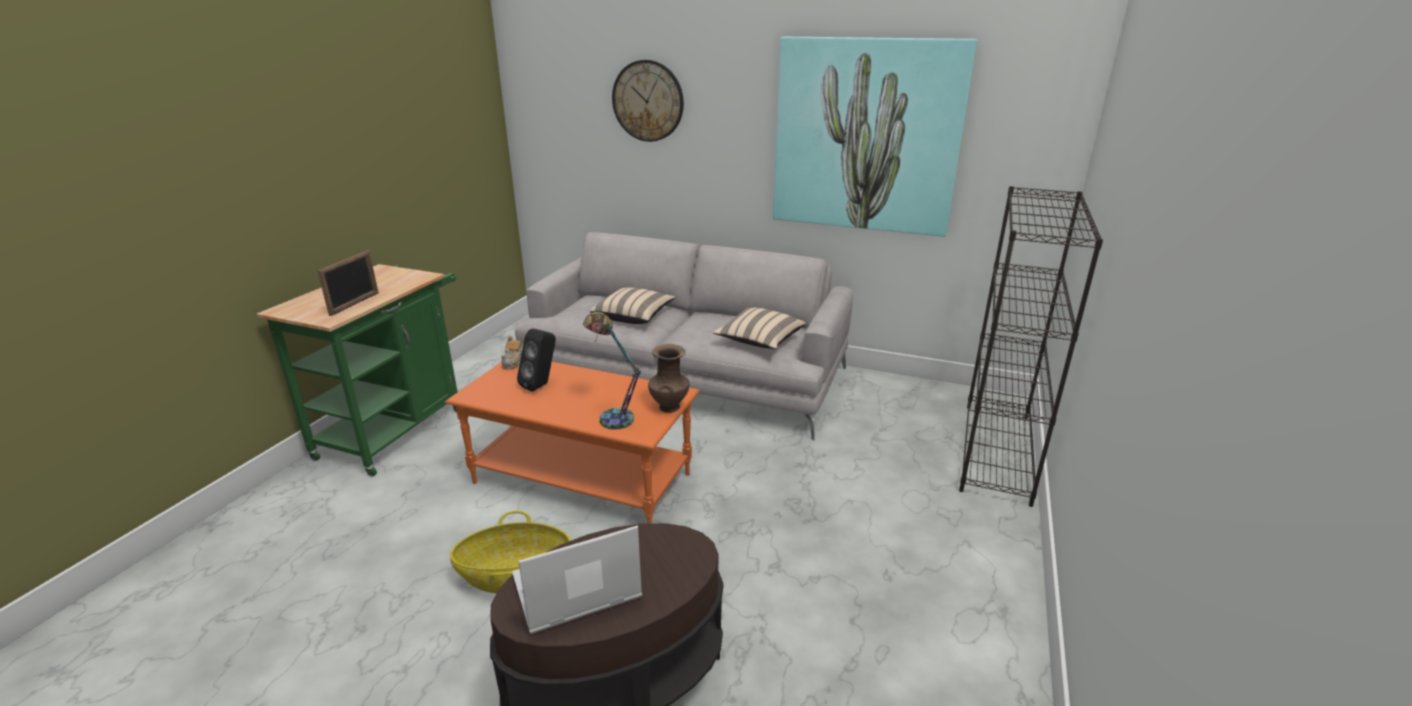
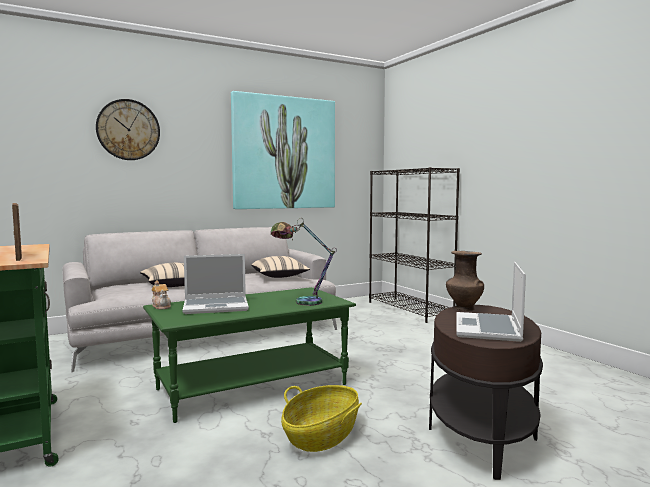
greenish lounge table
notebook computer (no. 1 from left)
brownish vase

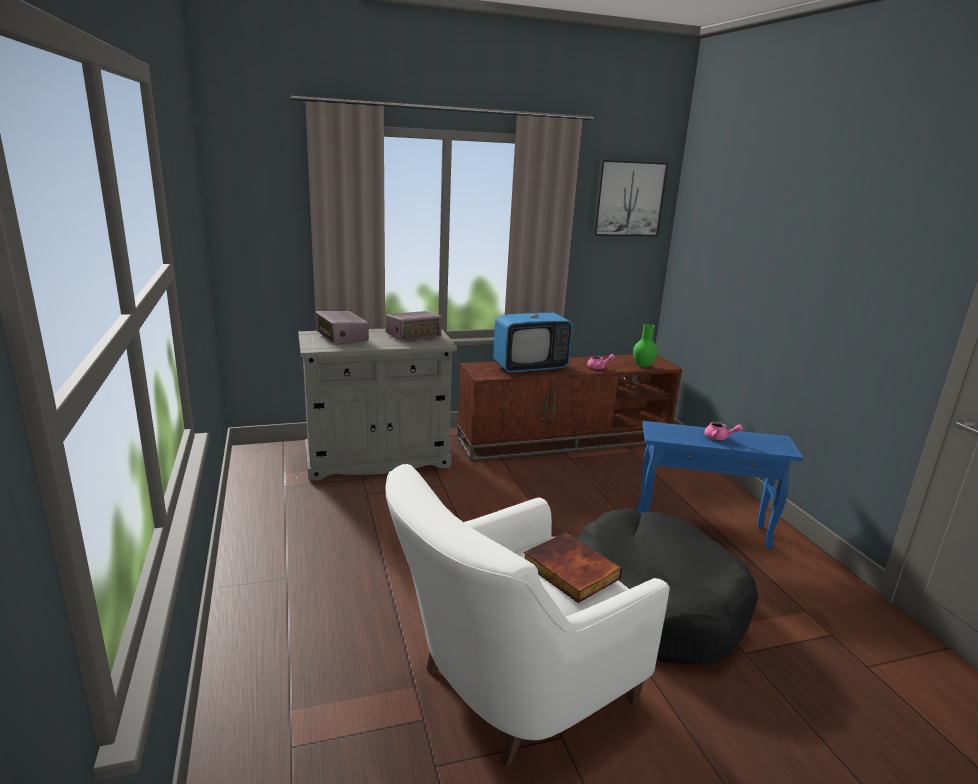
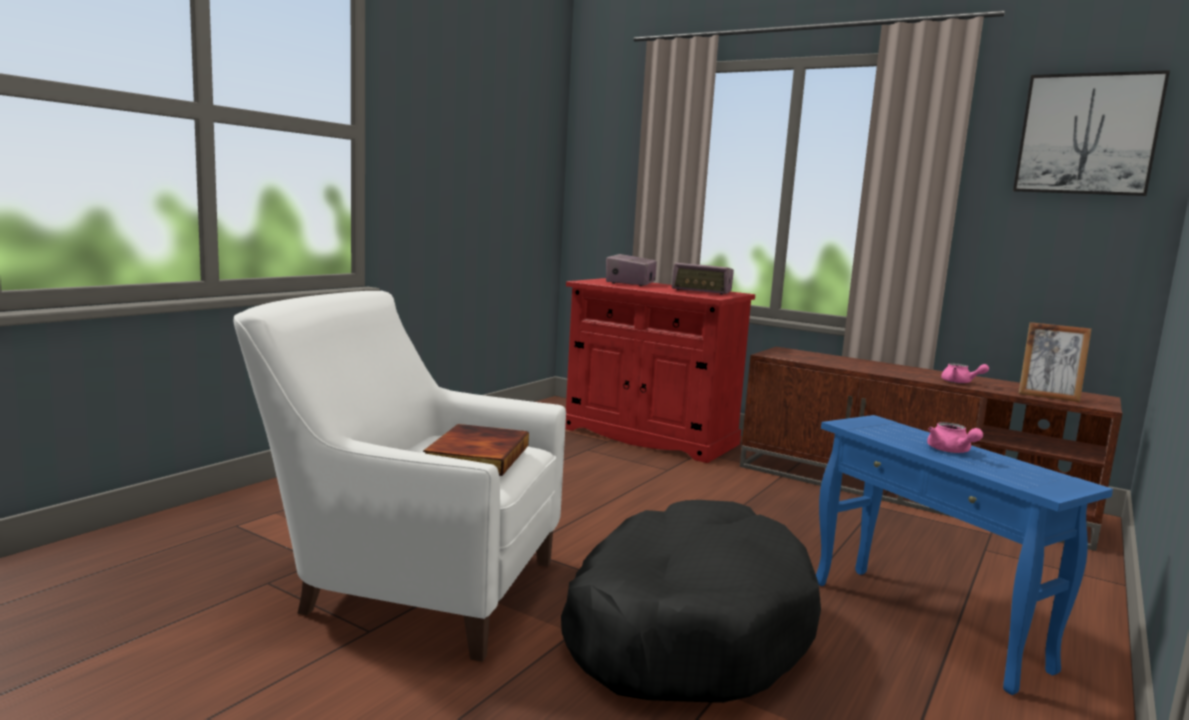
reddish cabinet
TV set
standing frame

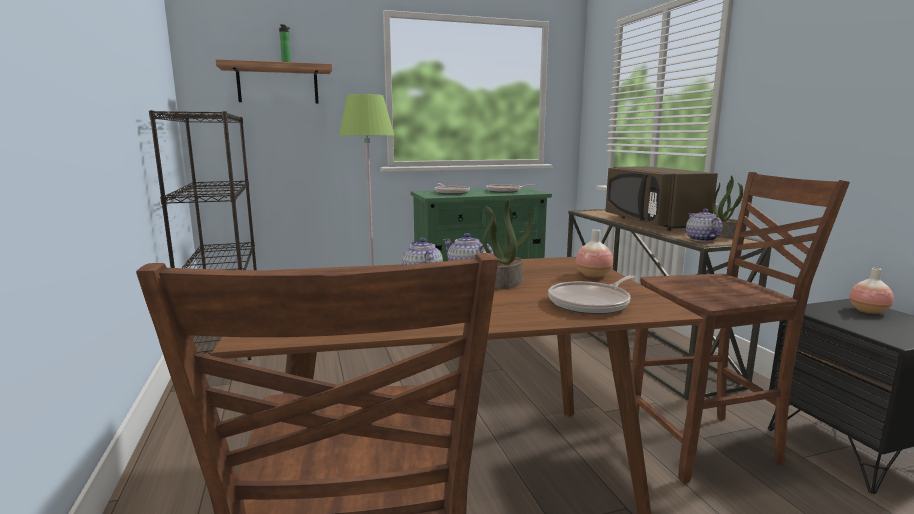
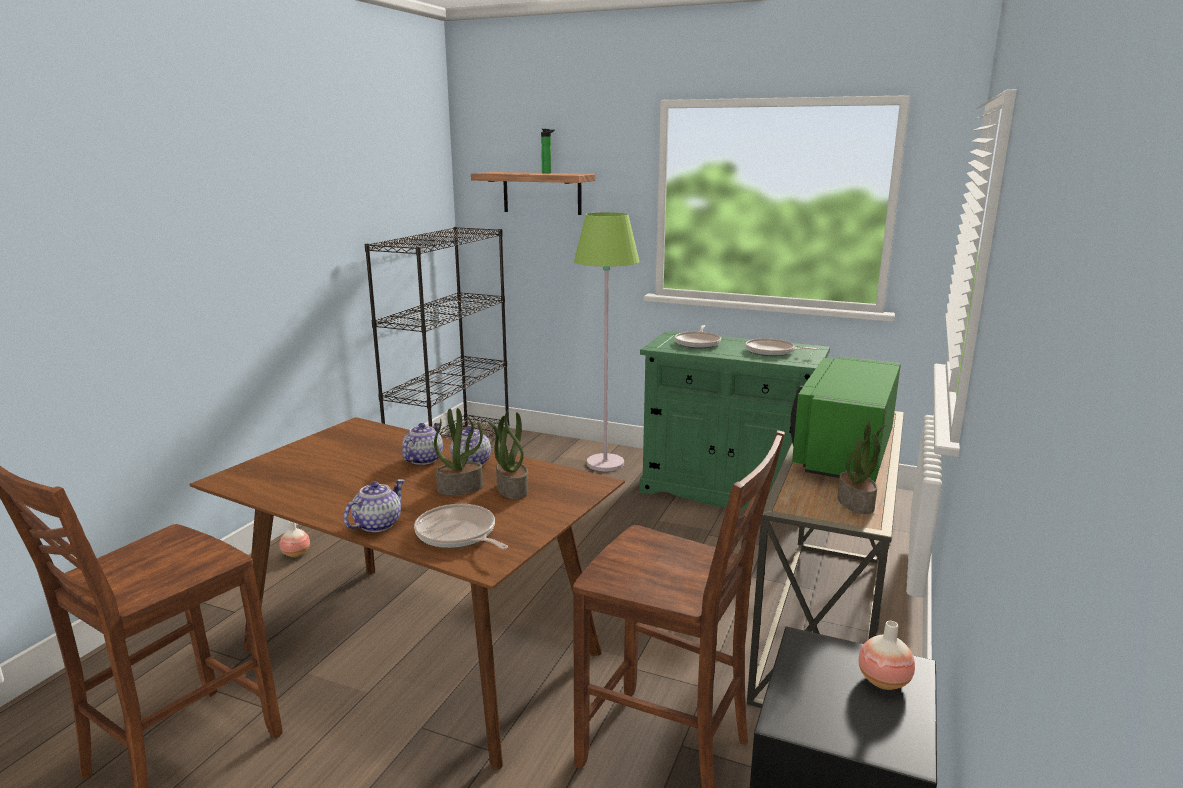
frying pan (no. 1 from left)
vase (no. 1 from left)
greenish microwave
tea pot (no. 1 from left)
plant in a pot (no. 2 from left)

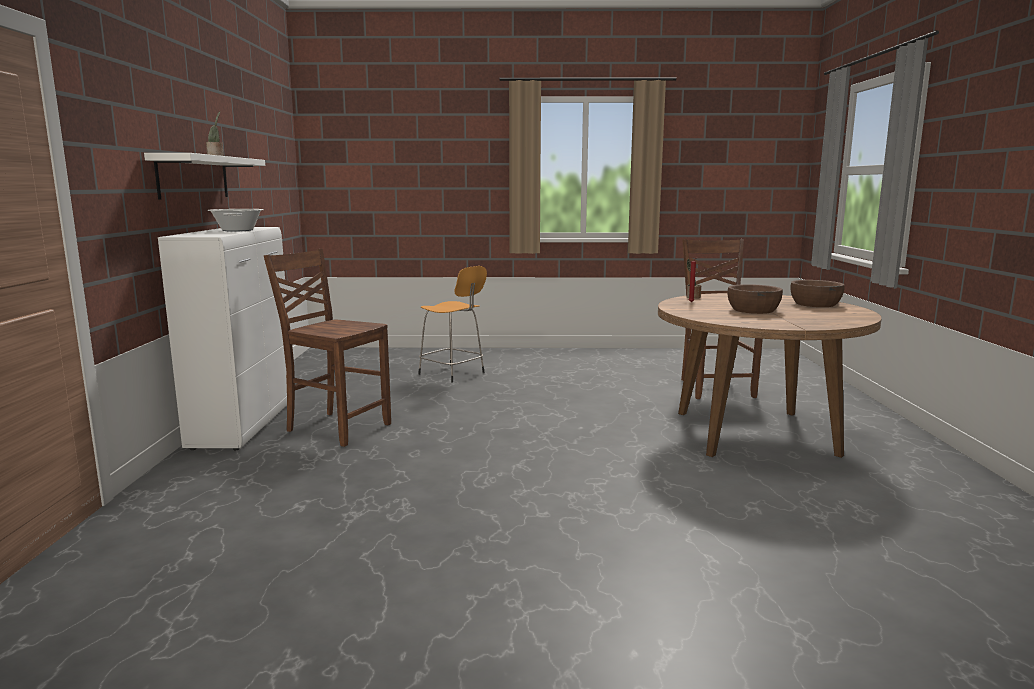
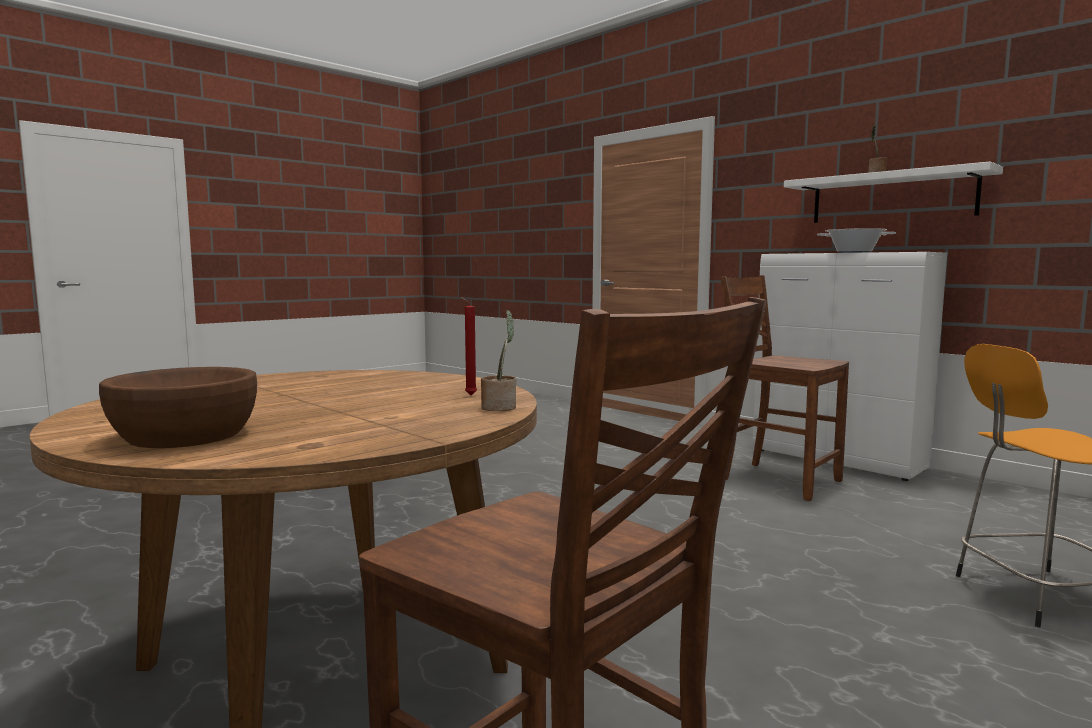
brownish upright chair (no. 2 from left)
brownish bowl (no. 1 from left in the first image)

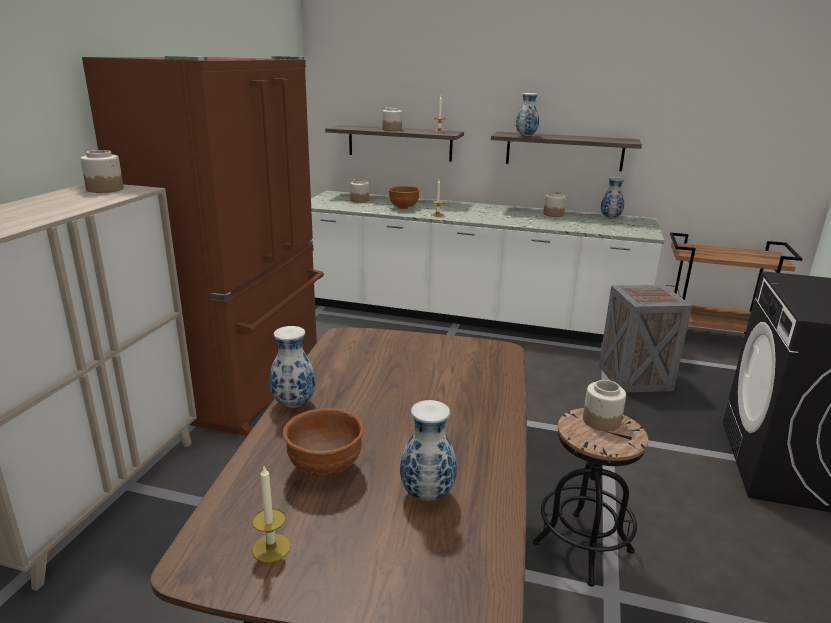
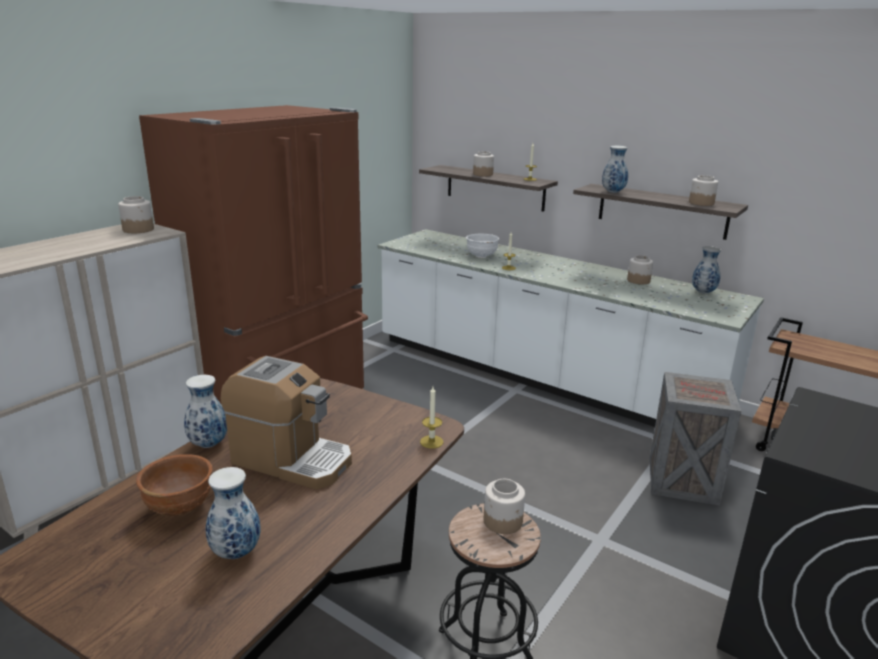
wax light (no. 1 from left)
jar (no. 5 from left)
whitish bowl
coffee brewer

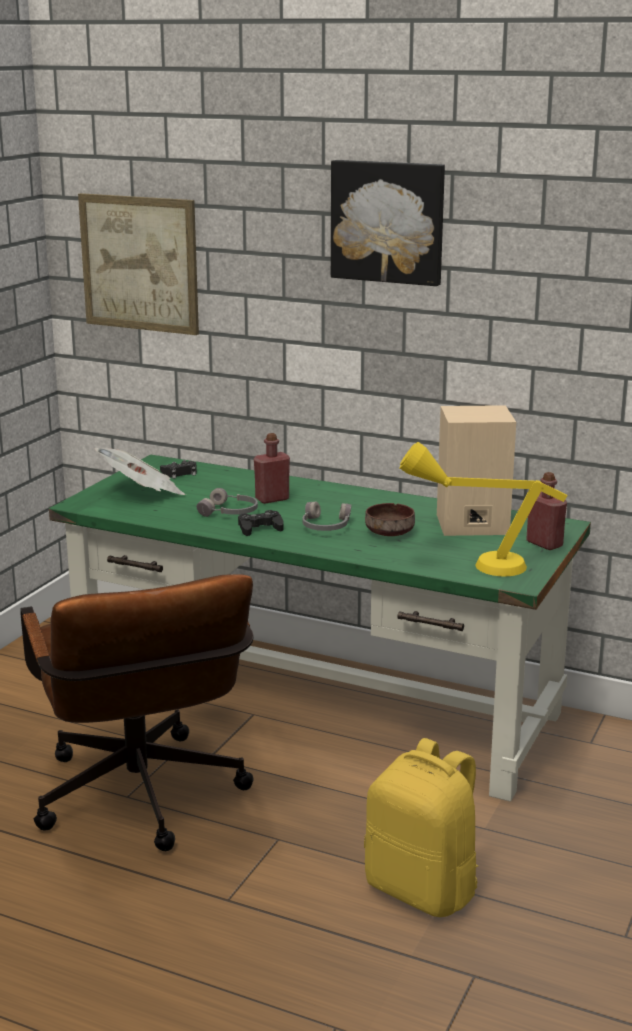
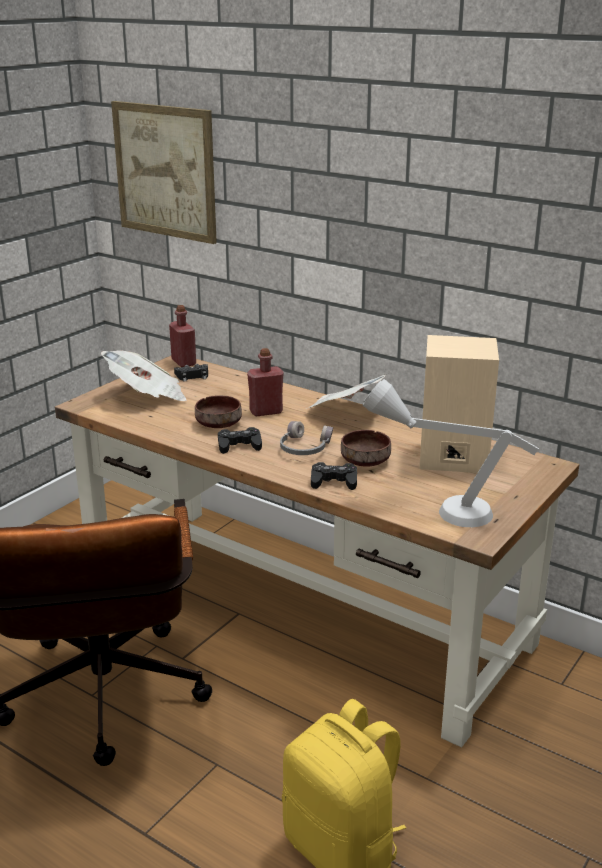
brownish desk table
brownish bowl (no. 1 from left)
picture (no. 2 from left in the first image)
greyish lamp for a table
reddish bottle (no. 1 from left)
newspaper (no. 2 from left)
blackish game controller (no. 3 from left)

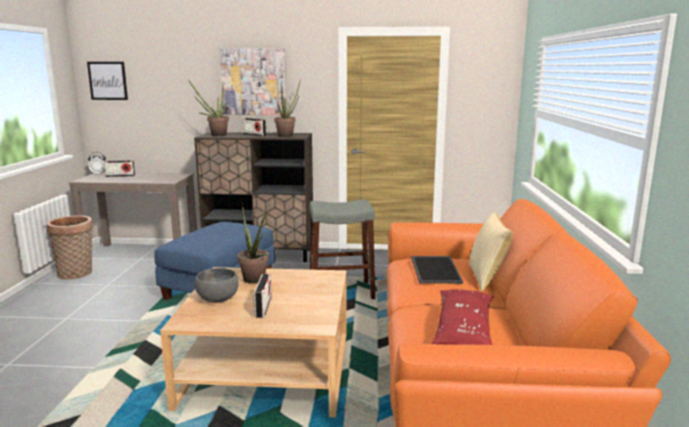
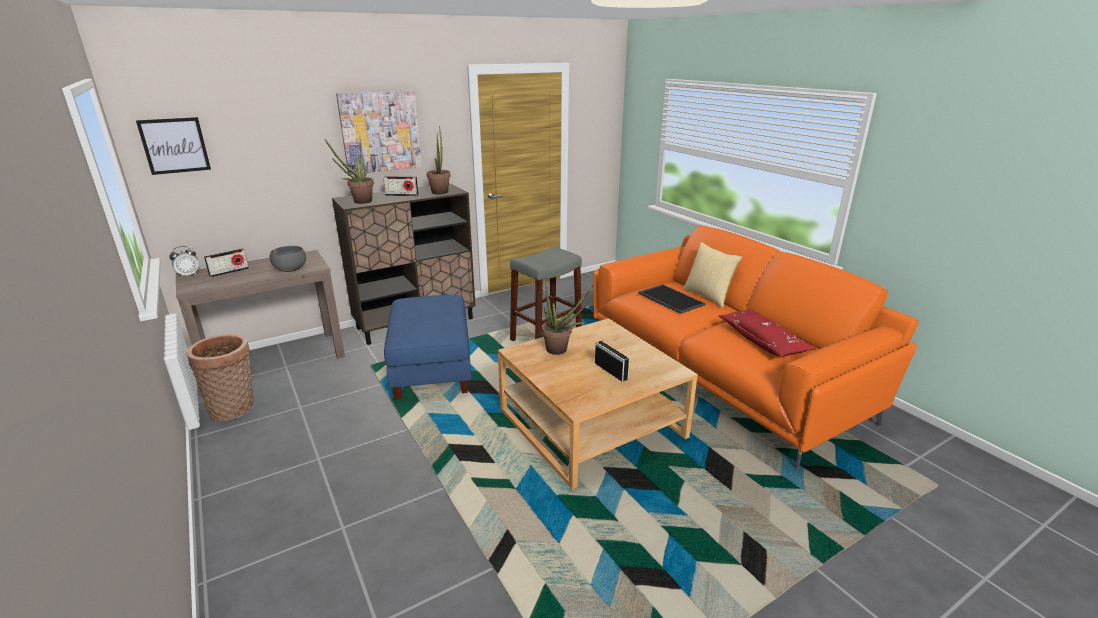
greyish bowl

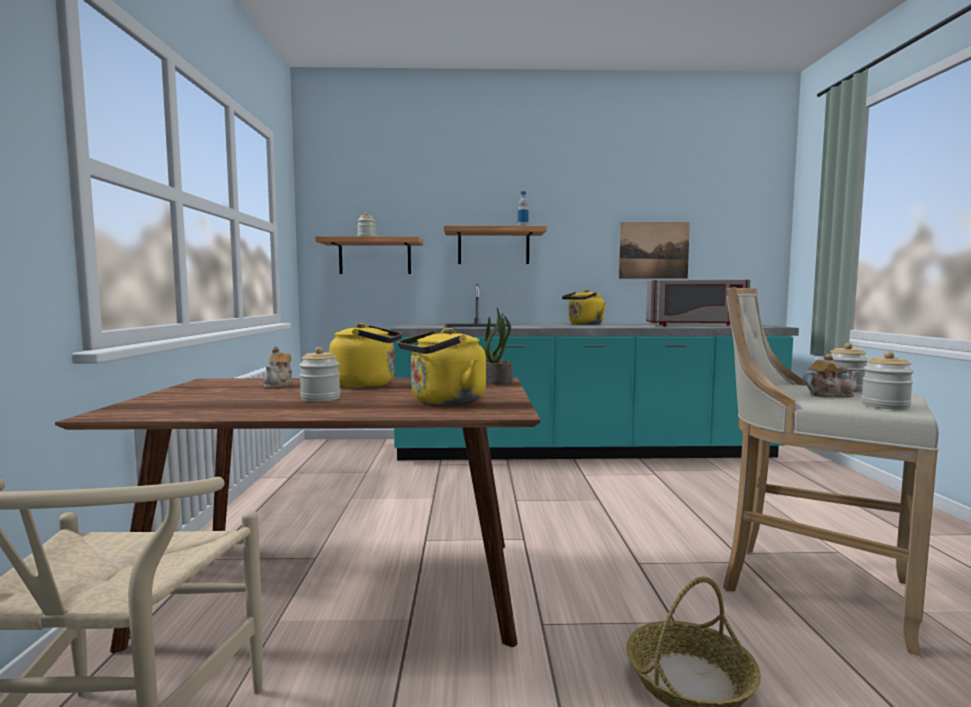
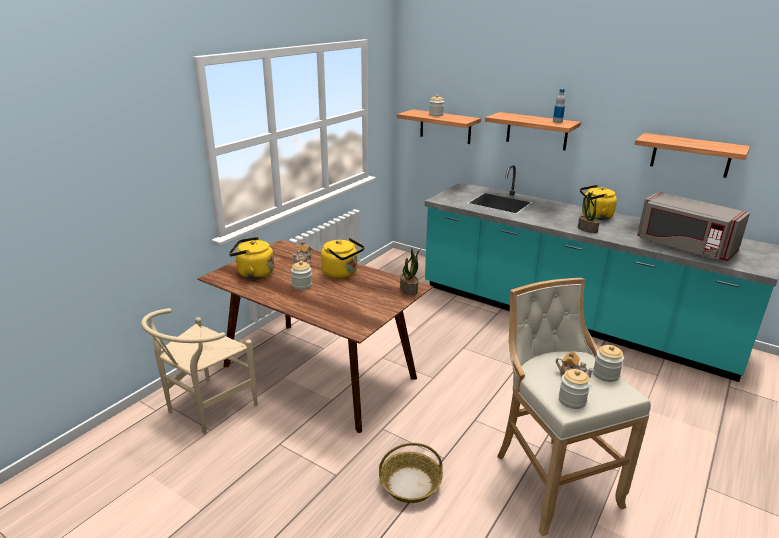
yellow-coloured kettle (no. 1 from left)
bracket shelf (no. 3 from left)
plant in a pot (no. 2 from left)

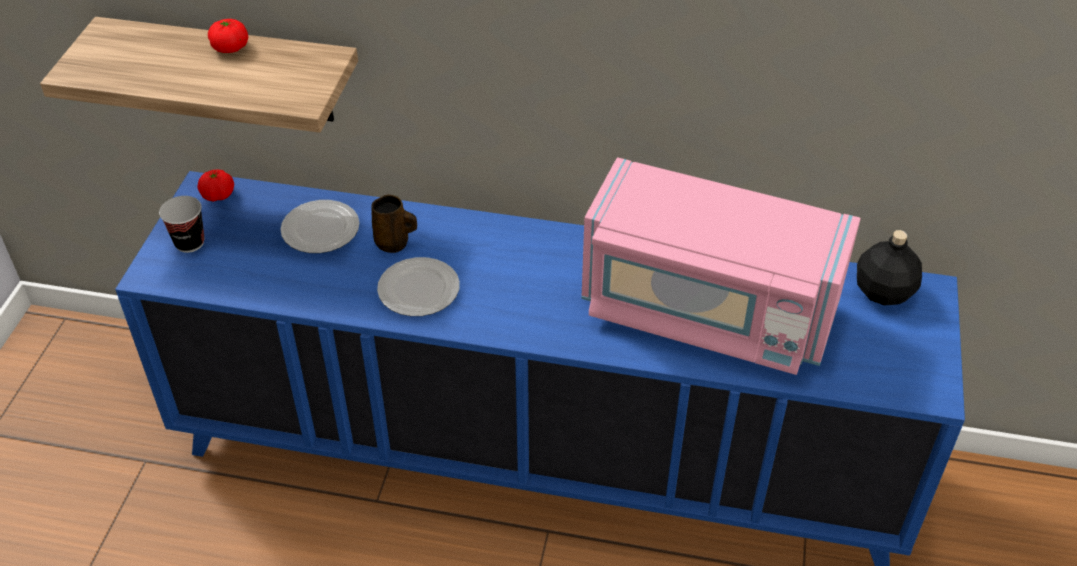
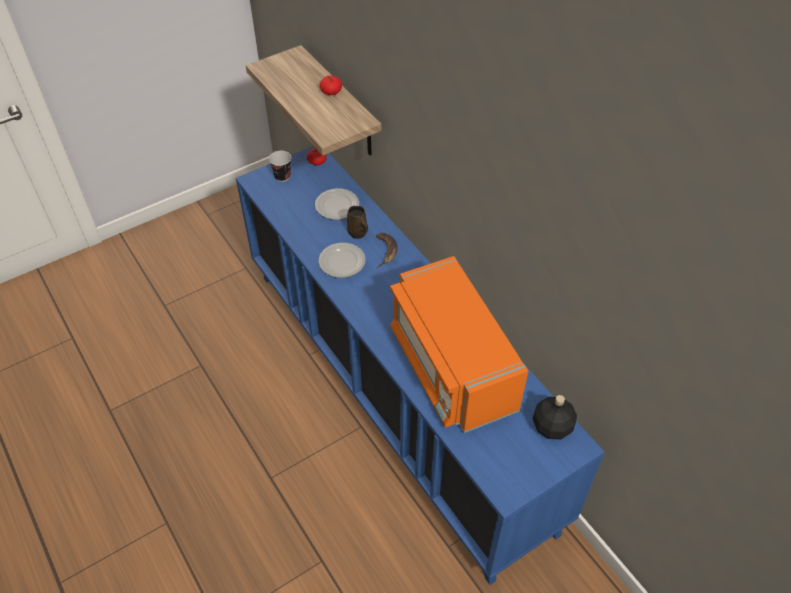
orange microwave
banana

